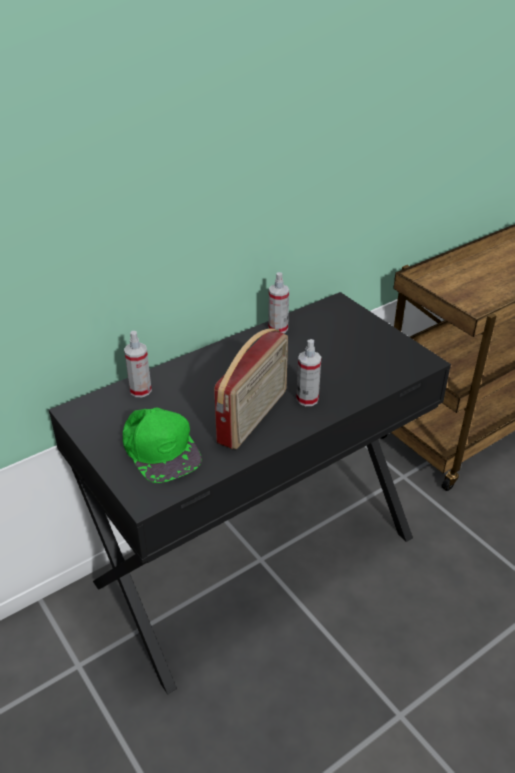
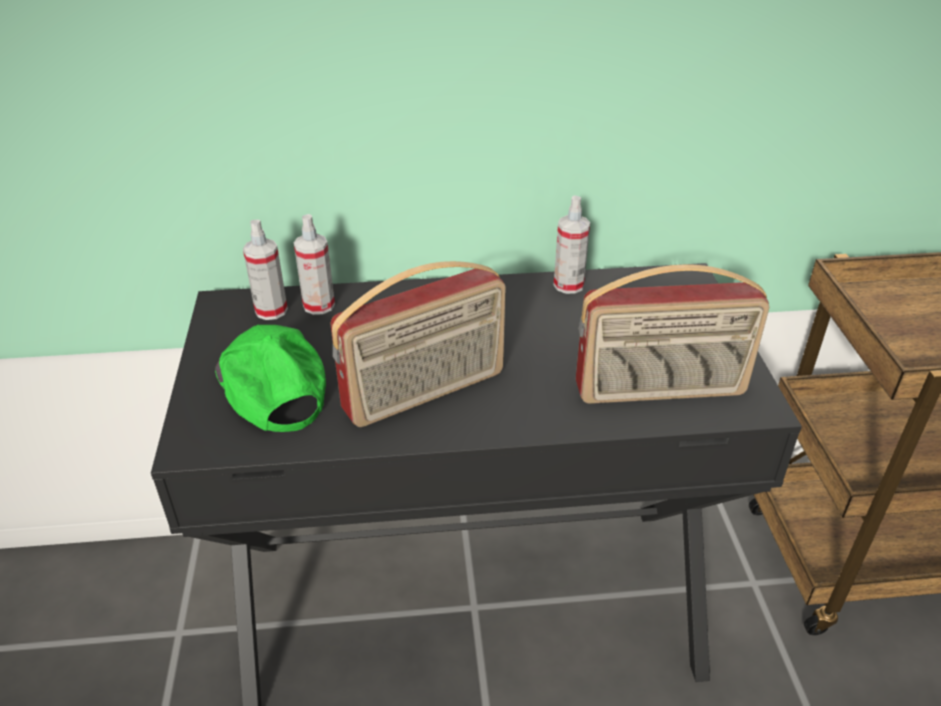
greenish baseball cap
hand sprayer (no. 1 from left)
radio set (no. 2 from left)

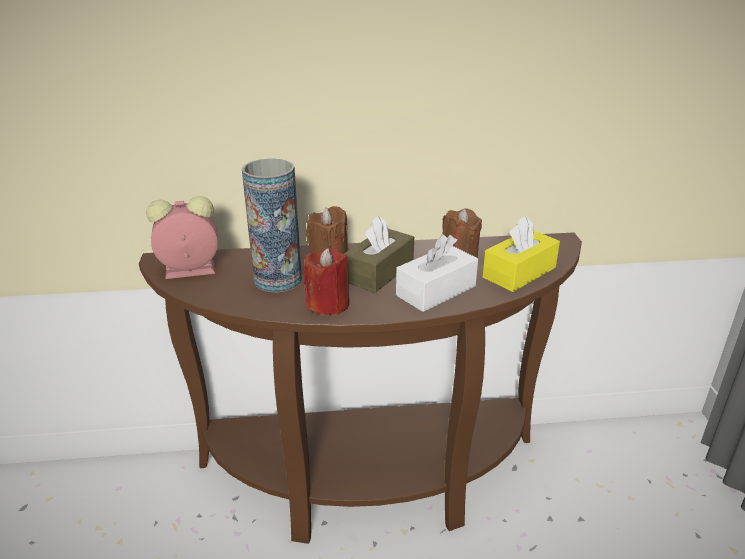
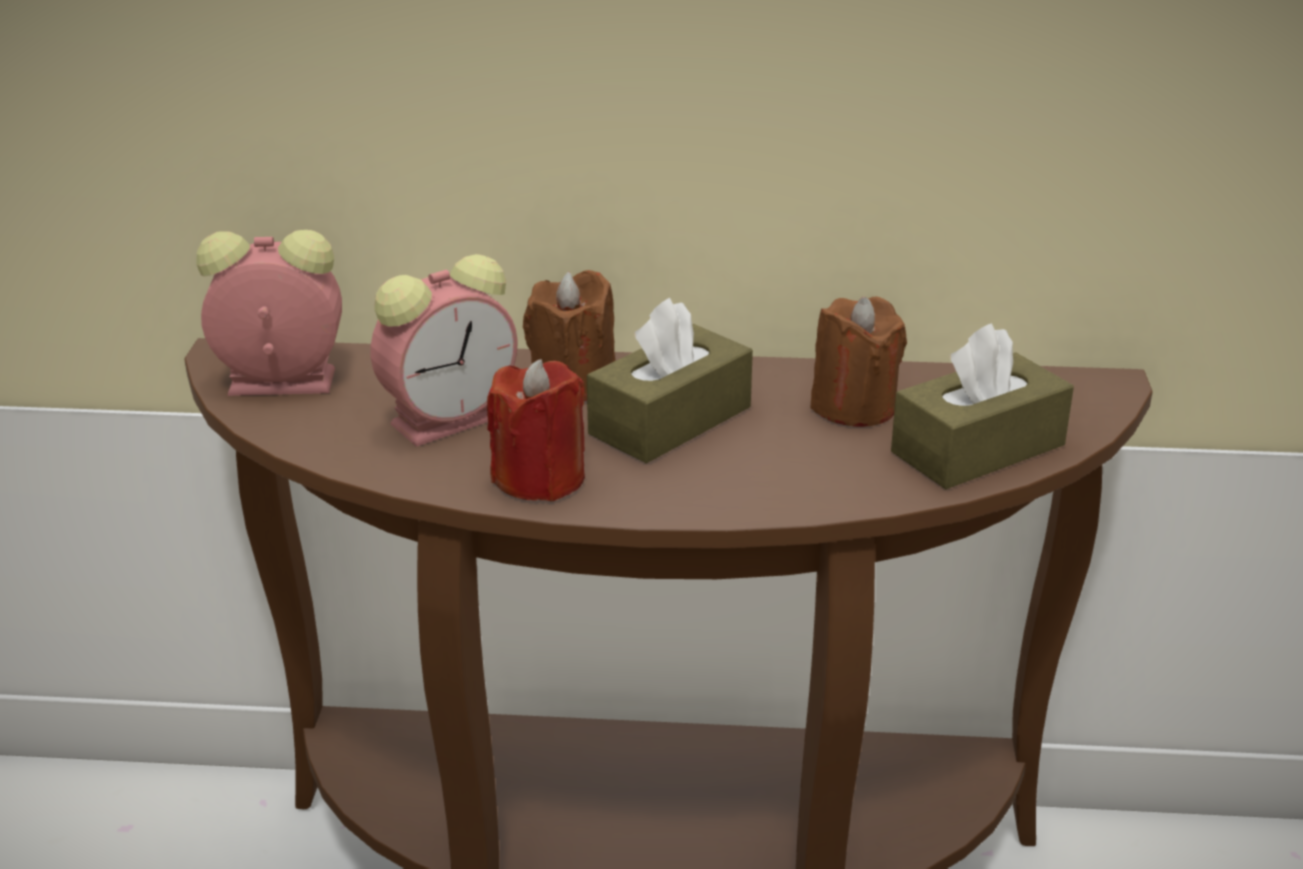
alarm clock (no. 2 from left)
whitish tissue holder
brownish tissue holder (no. 2 from left)

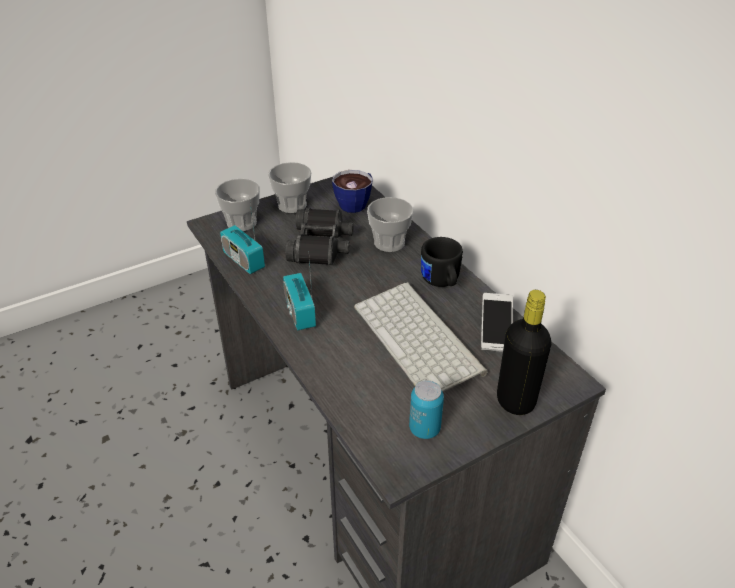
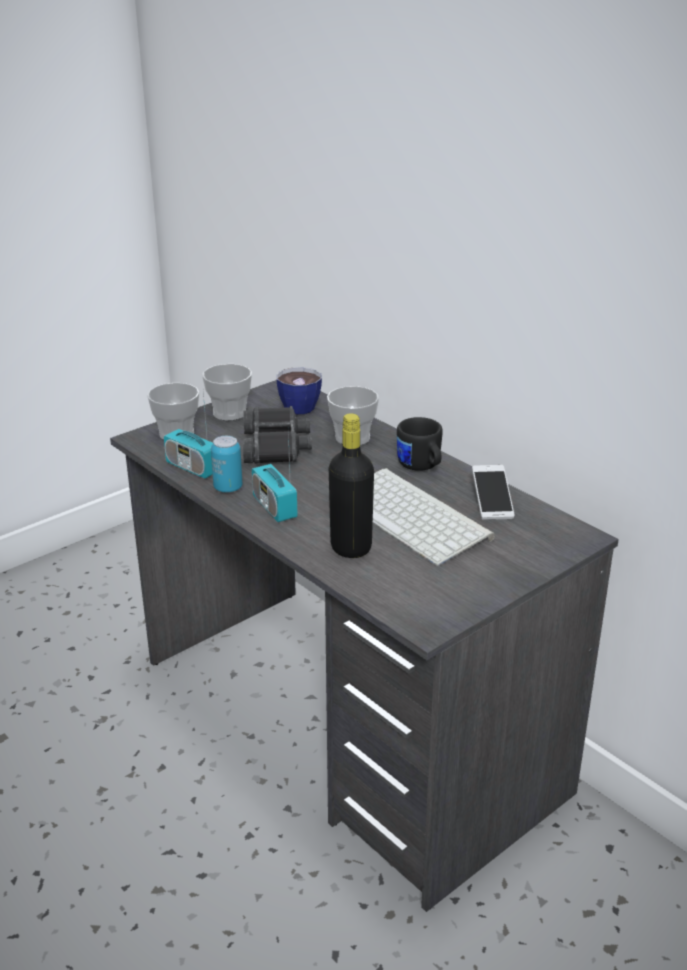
metal can
blackish bottle

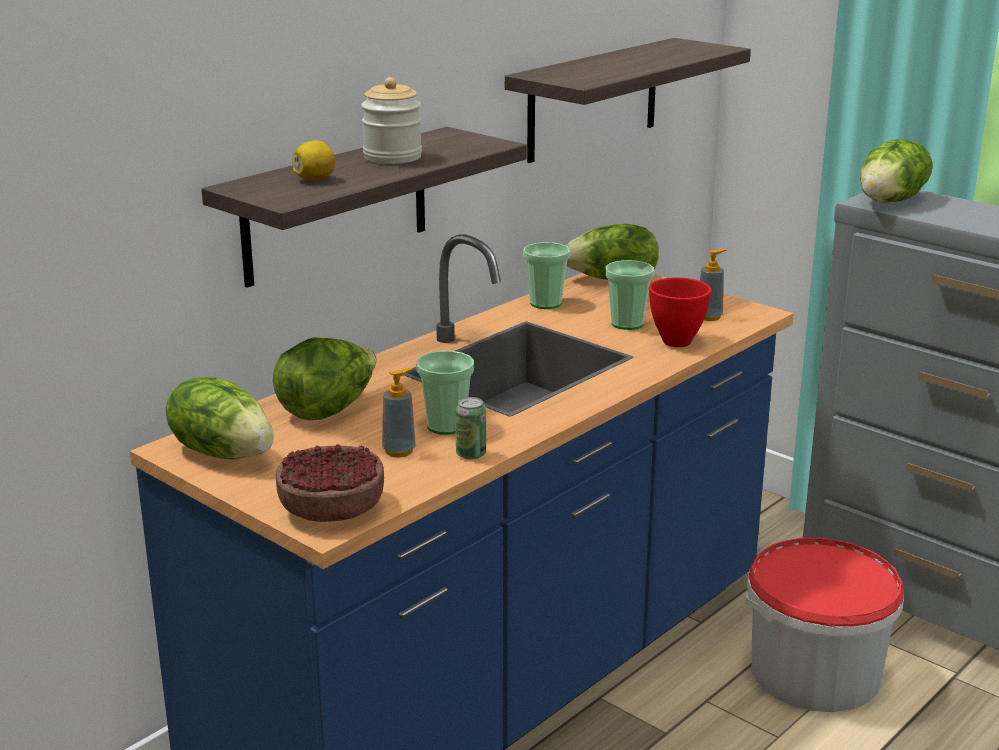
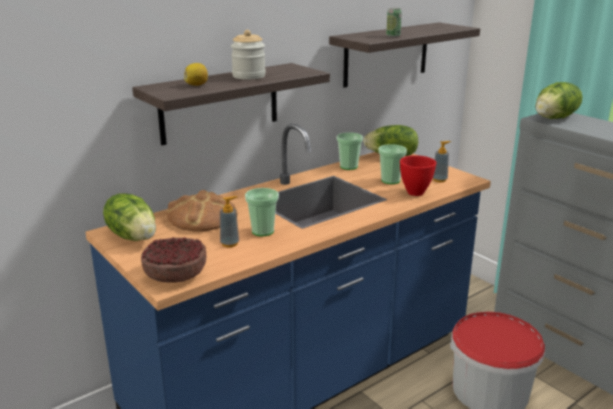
bakery bread
metal can

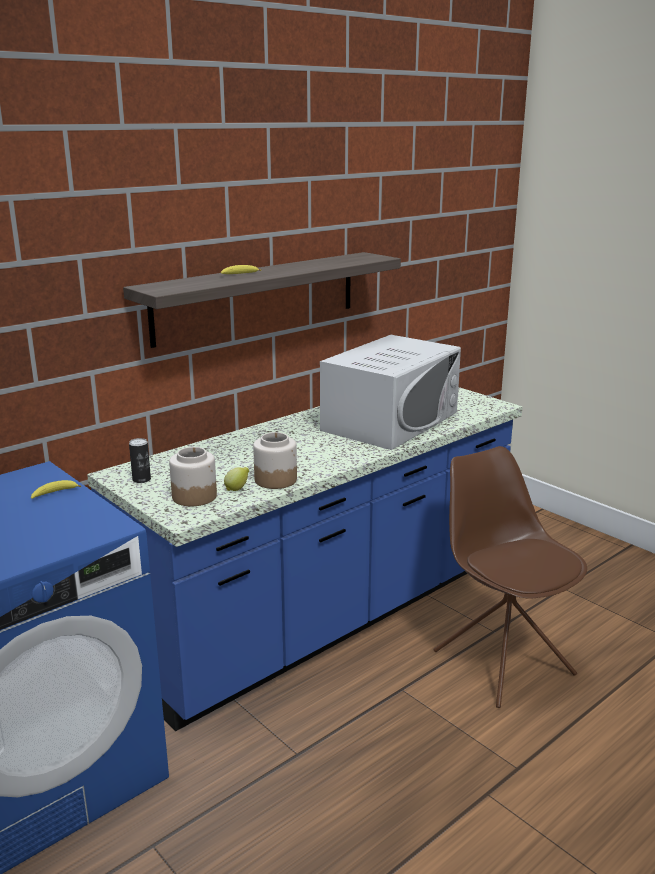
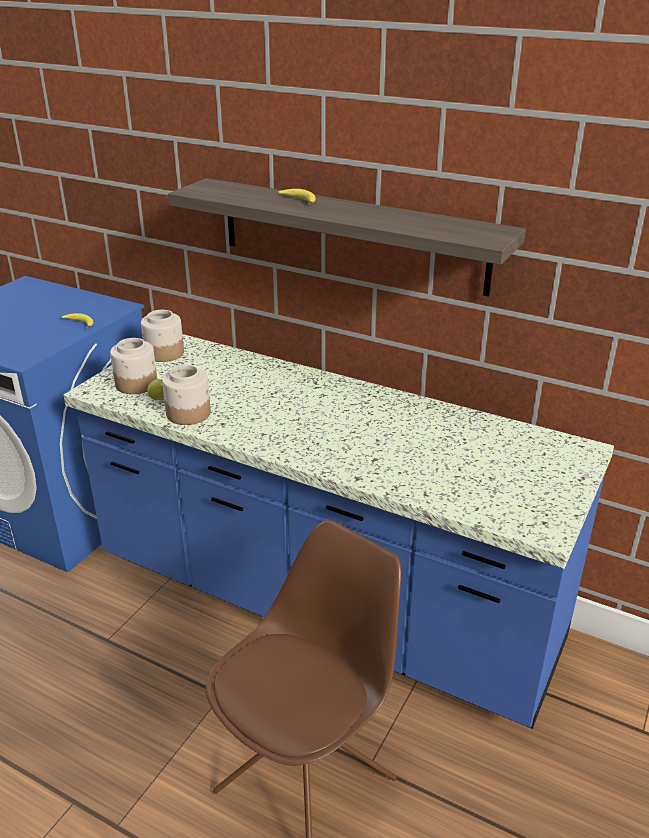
jar (no. 2 from left)
whitish microwave

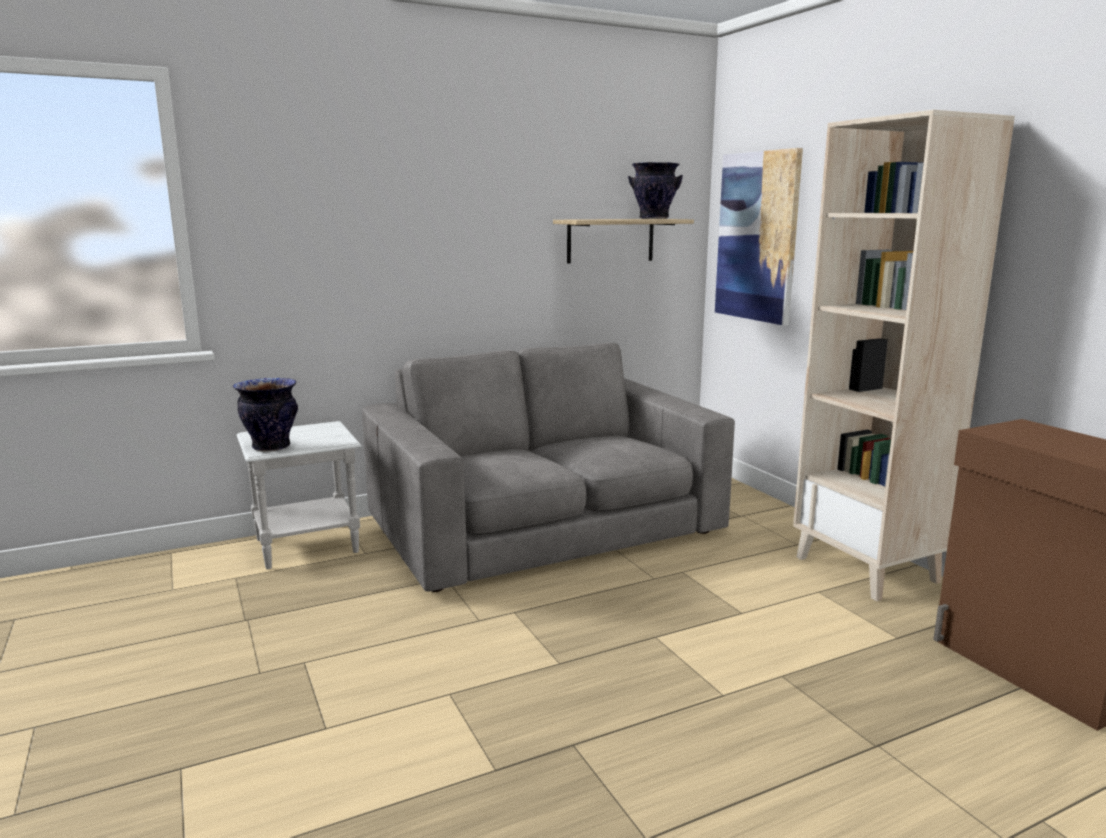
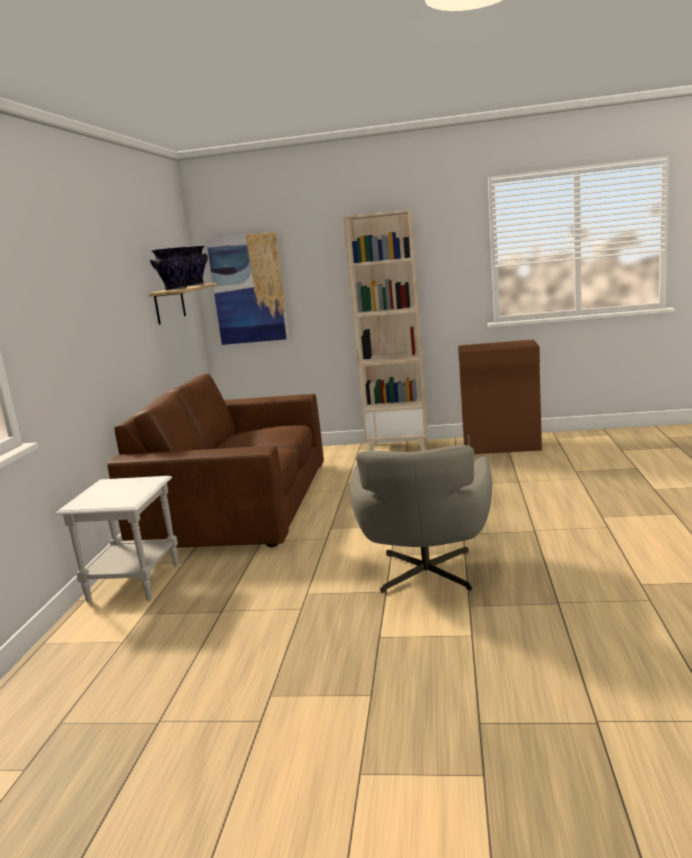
vase (no. 1 from left)
brownish settee
greyish armchair

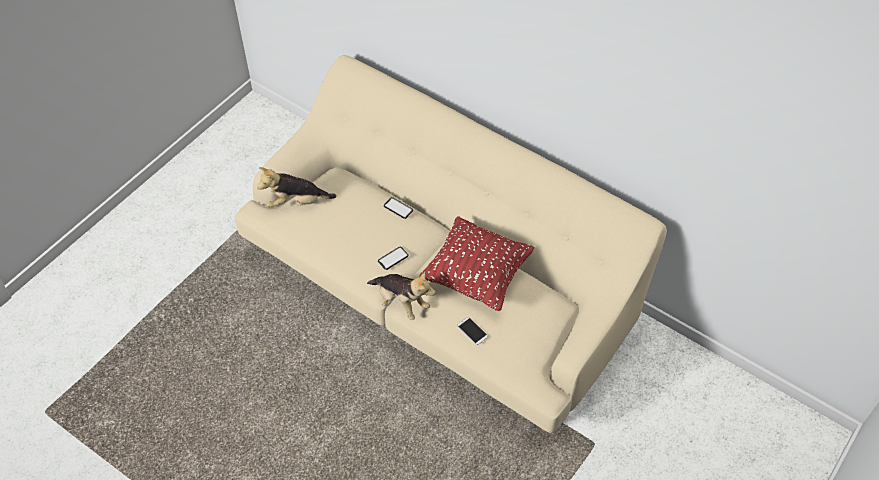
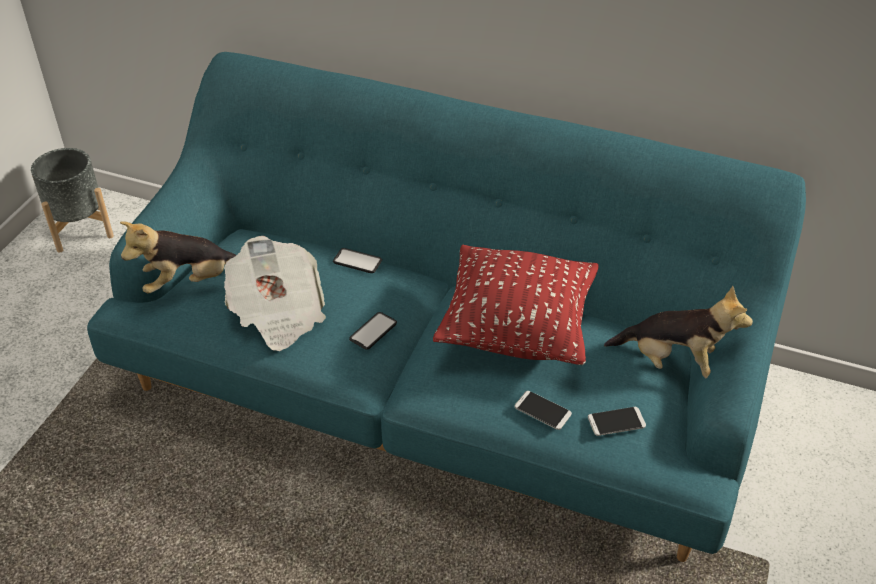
turquoise-coloured settee
soft toy (no. 2 from left)
greyish planter
newspaper
handset (no. 4 from left)

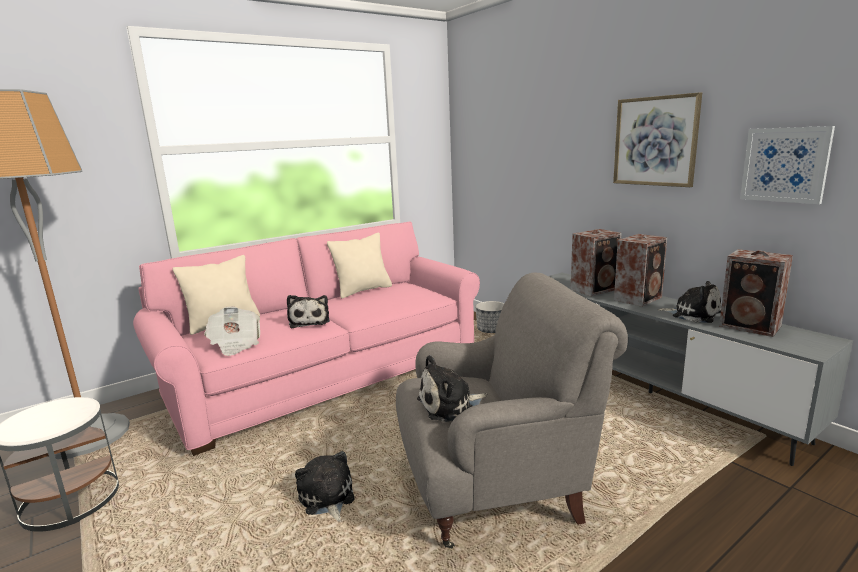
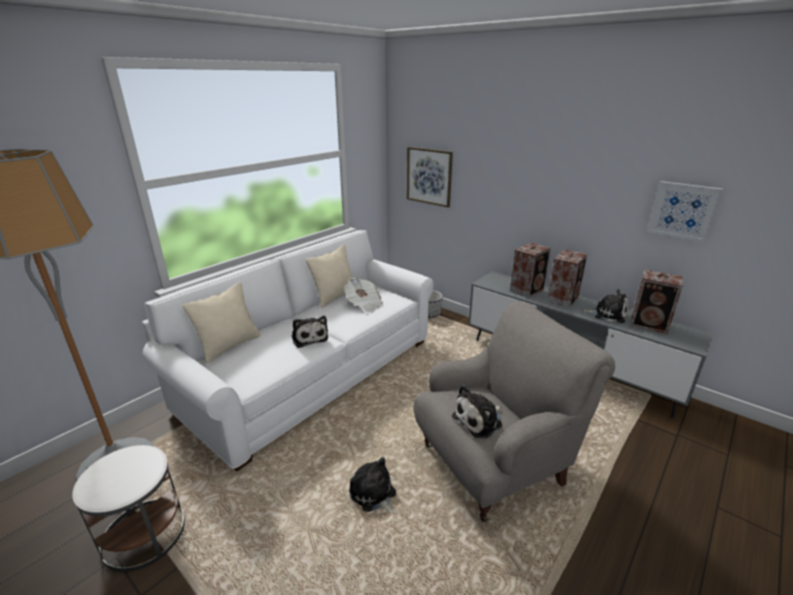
whitish settee
newspaper
picture (no. 1 from left)

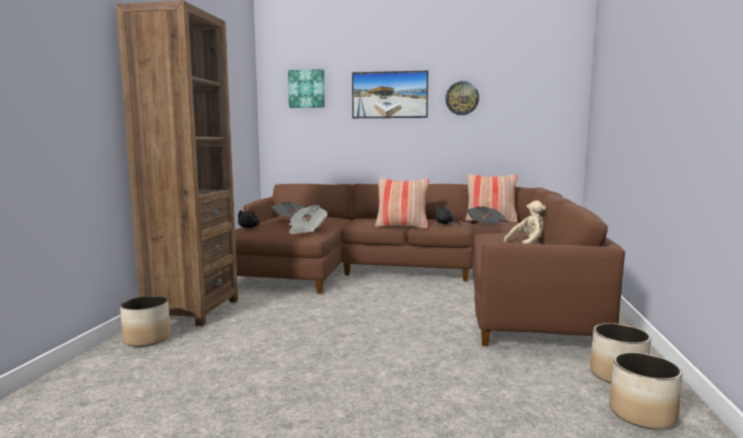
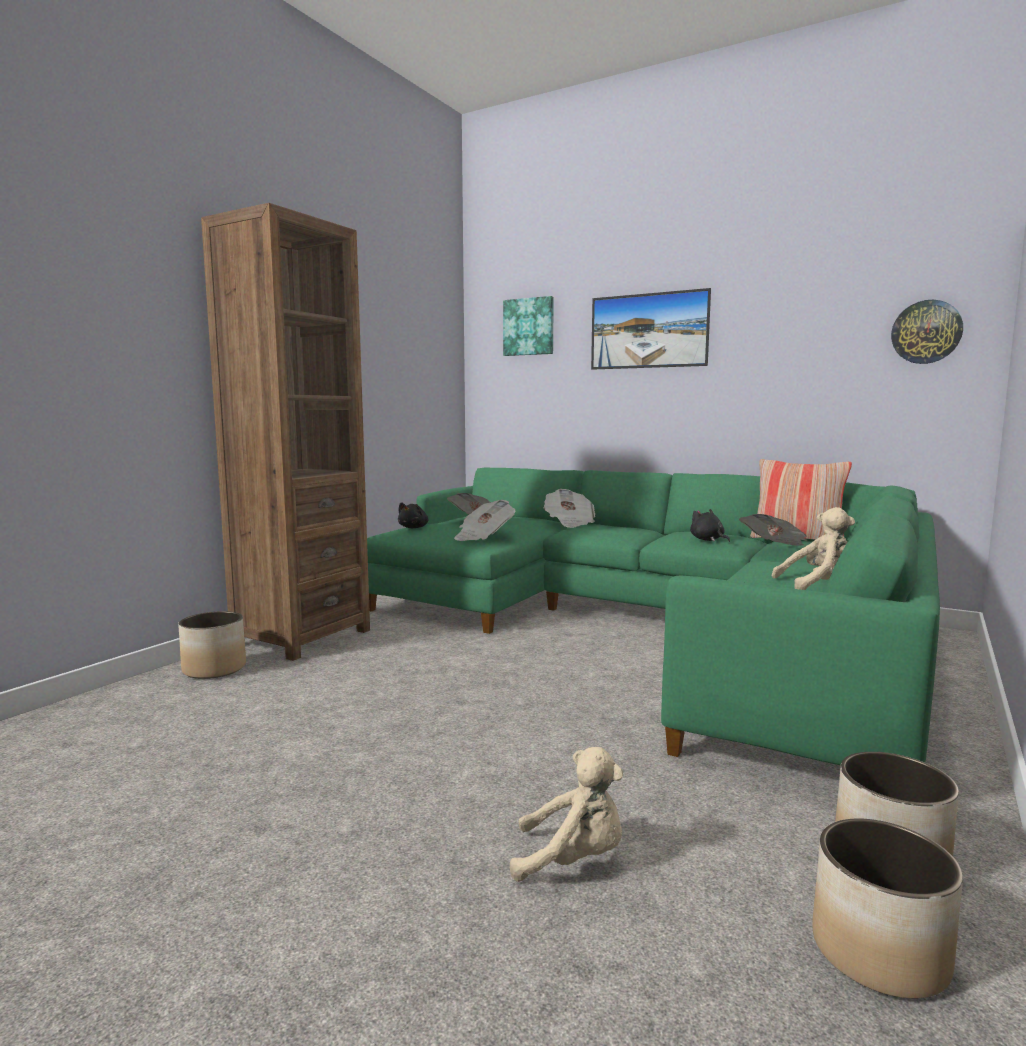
greenish settee
cushion (no. 1 from left in the first image)
clock on the wall
beige soft toy (no. 1 from left)
newspaper (no. 3 from left)

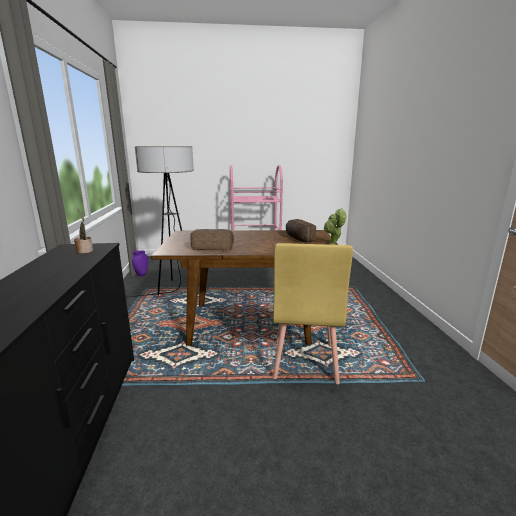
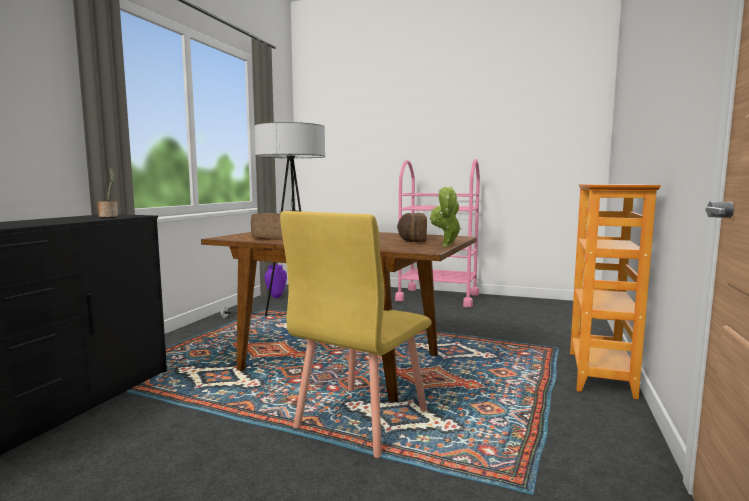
shelving unit

